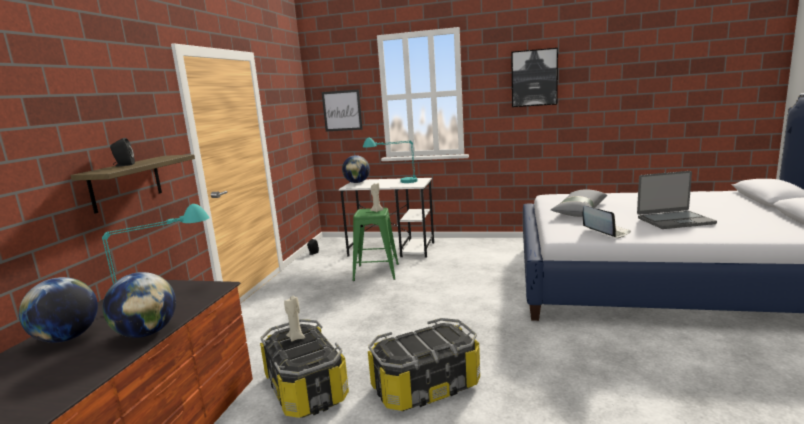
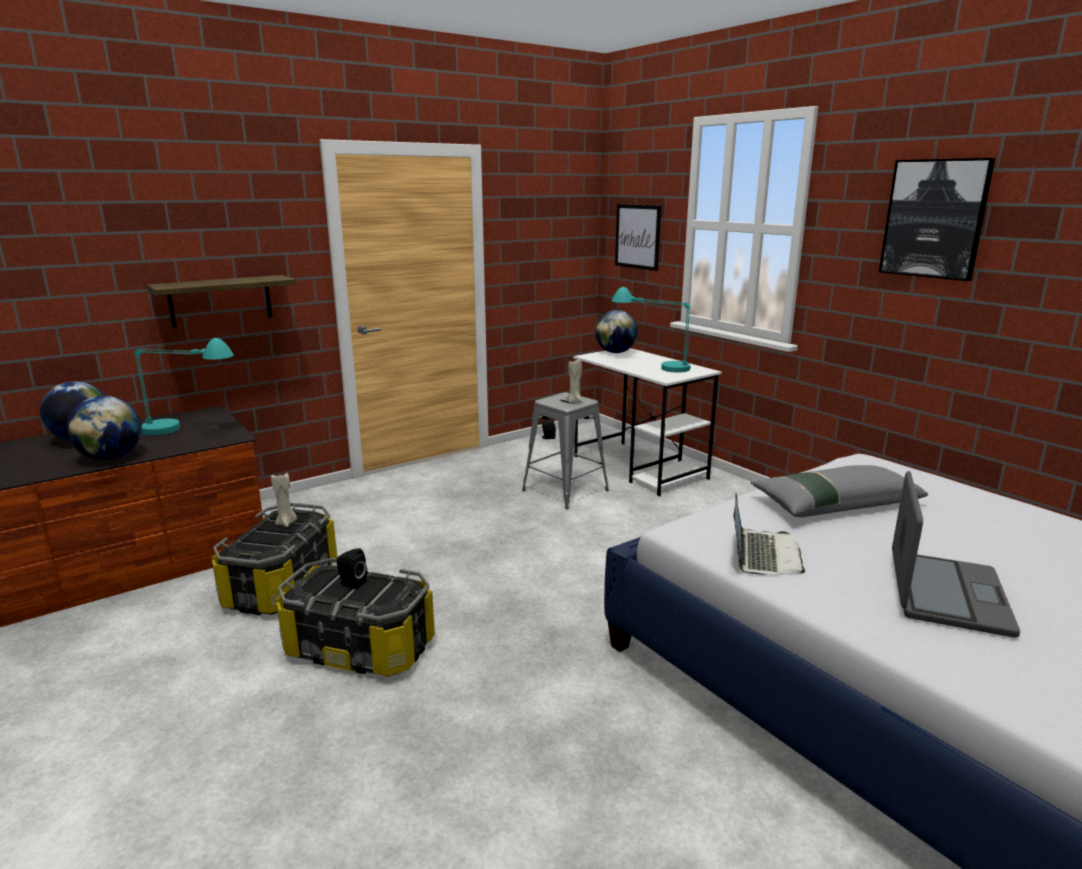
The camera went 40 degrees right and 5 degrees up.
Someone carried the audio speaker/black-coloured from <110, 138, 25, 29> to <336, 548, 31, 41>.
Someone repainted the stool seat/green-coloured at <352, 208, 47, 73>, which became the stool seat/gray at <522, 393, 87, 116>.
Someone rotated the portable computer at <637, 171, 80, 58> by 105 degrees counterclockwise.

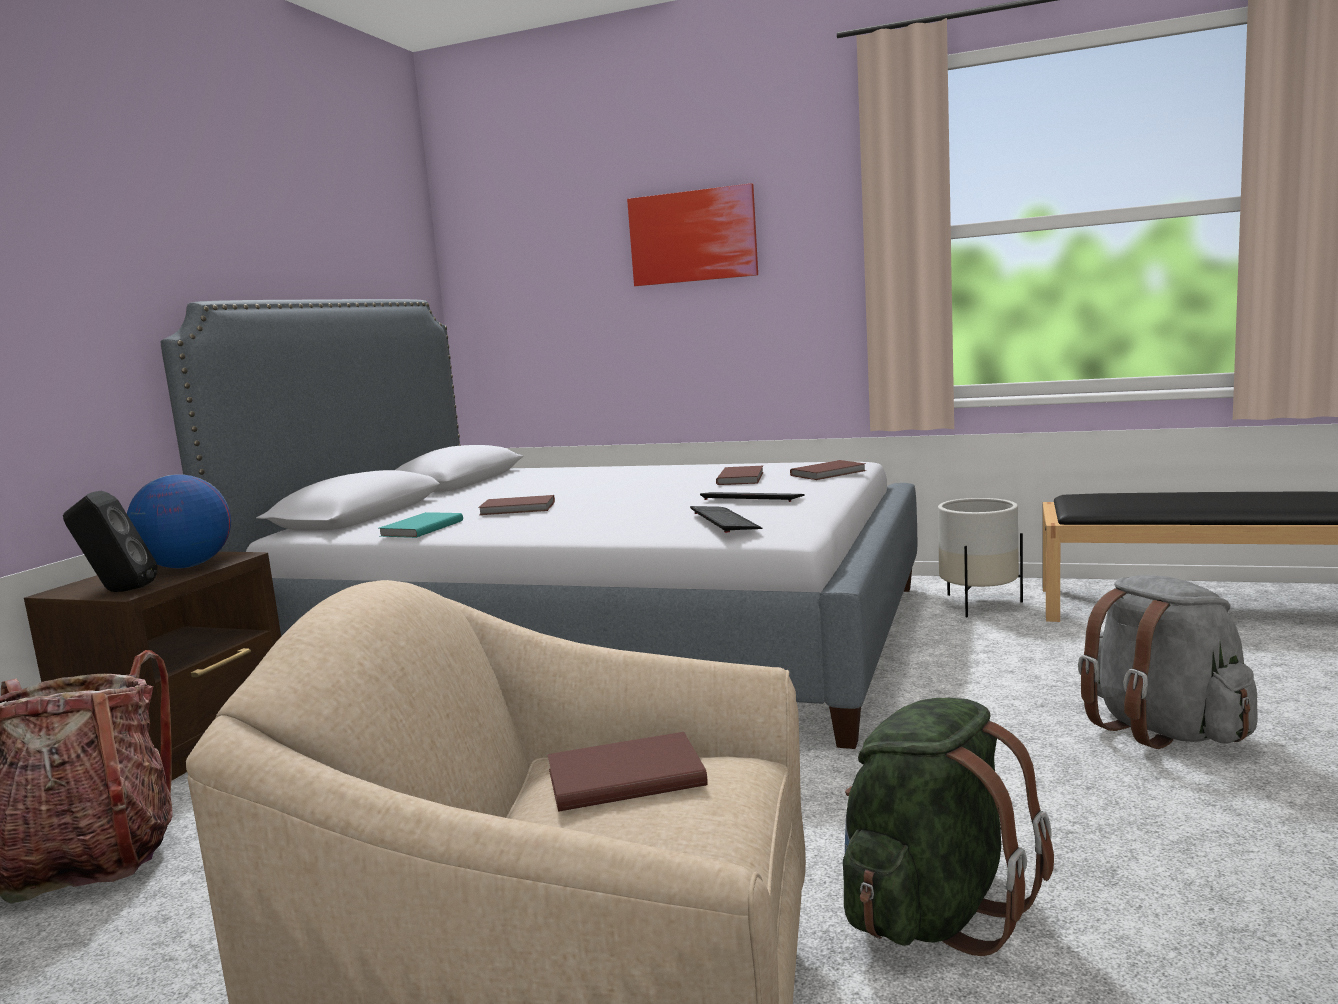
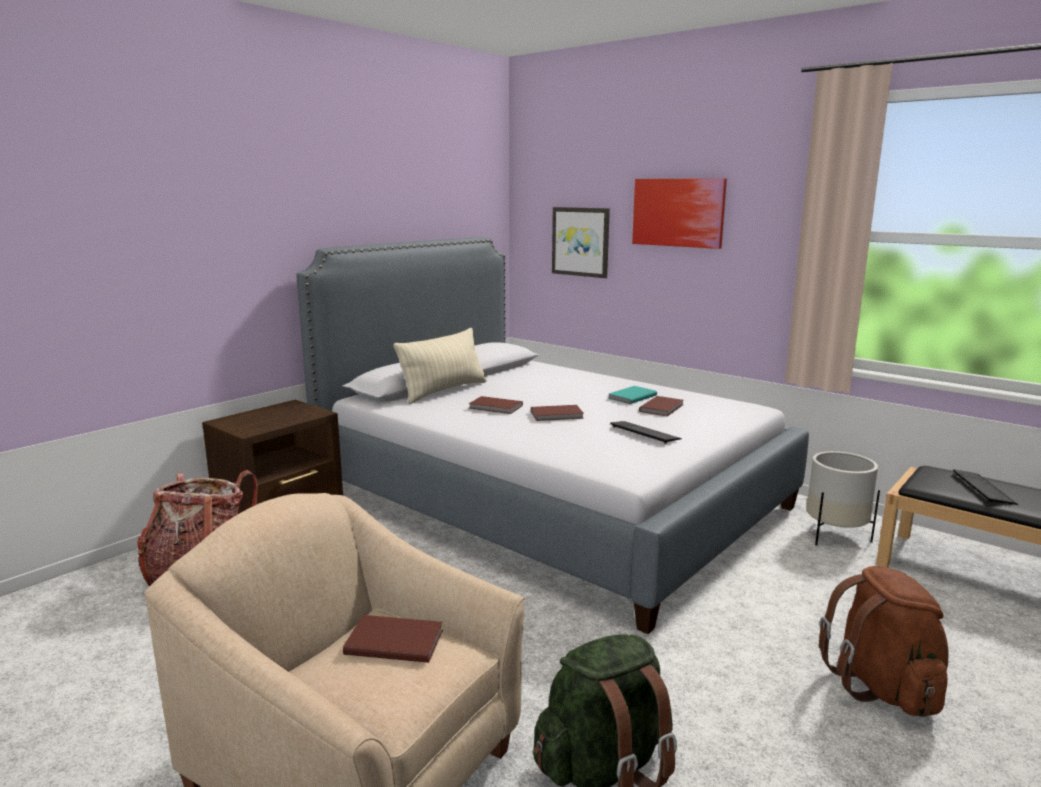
The camera went 20 degrees right and 5 degrees up.
Someone took away the audio speaker/black-coloured at <63, 491, 94, 101>.
Someone took away the world globe at <127, 474, 104, 94>.
Someone put down the cushion/sand-coloured at <393, 328, 94, 76>.
Someone put up the wall picture at <552, 207, 58, 71>.
Someone carried the book/turquoise-coloured from <379, 512, 84, 26> to <608, 386, 49, 18>.
Someone carried the computer keyboard from <690, 506, 72, 27> to <953, 469, 65, 36>.
Someone carried the book/brownish from <790, 460, 76, 20> to <531, 405, 53, 16>.
Someone repainted the backpack/gray at <1078, 575, 180, 174>, which became the backpack/brownish at <819, 566, 129, 151>.

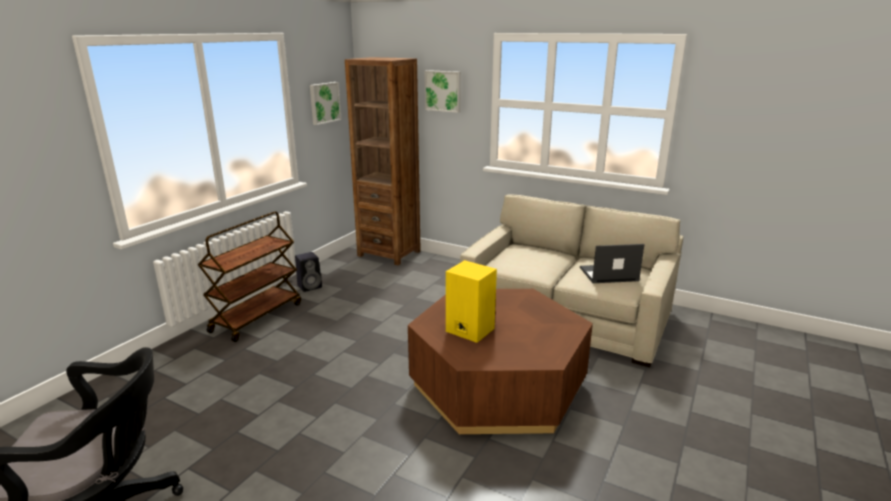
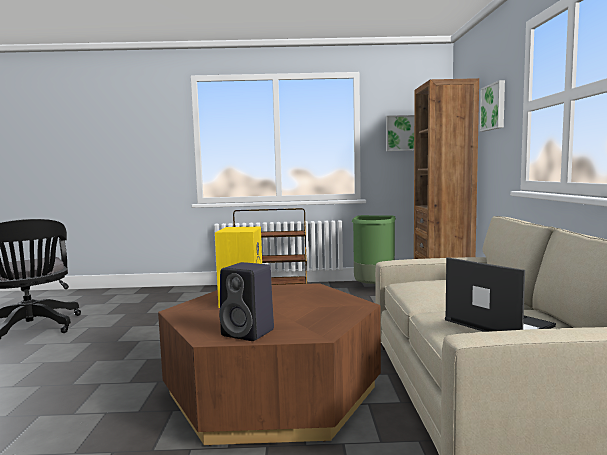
The camera went 60 degrees right and 15 degrees down.
Someone put down the rubbish bin/green-coloured at <352, 215, 44, 69>.
Someone carried the audio speaker/black-coloured from <295, 252, 27, 40> to <219, 262, 55, 79>.

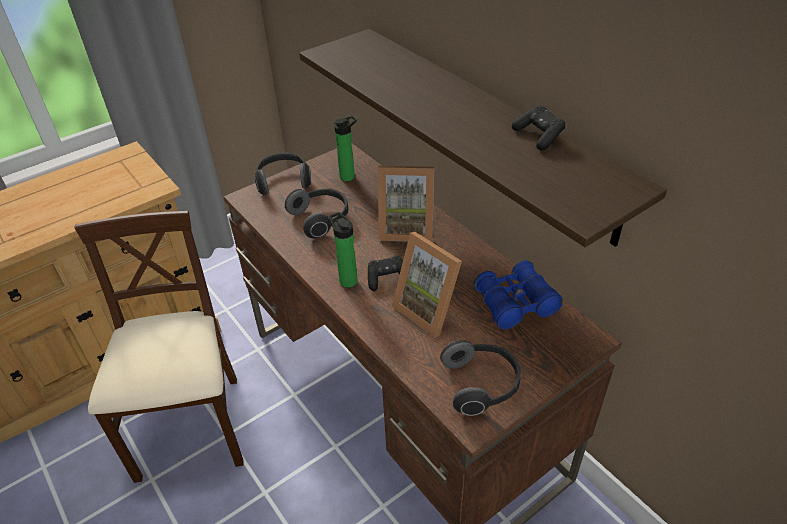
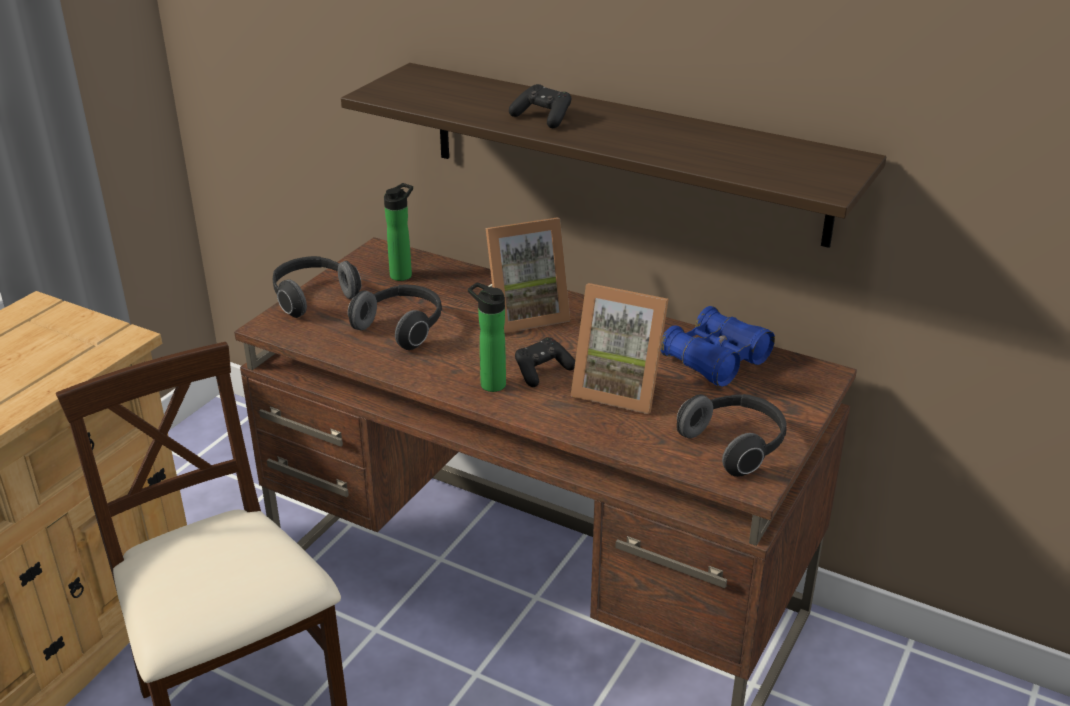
The camera went 25 degrees left and 10 degrees down.
Someone carried the game controller/black-coloured from <512, 106, 53, 44> to <509, 84, 62, 44>.

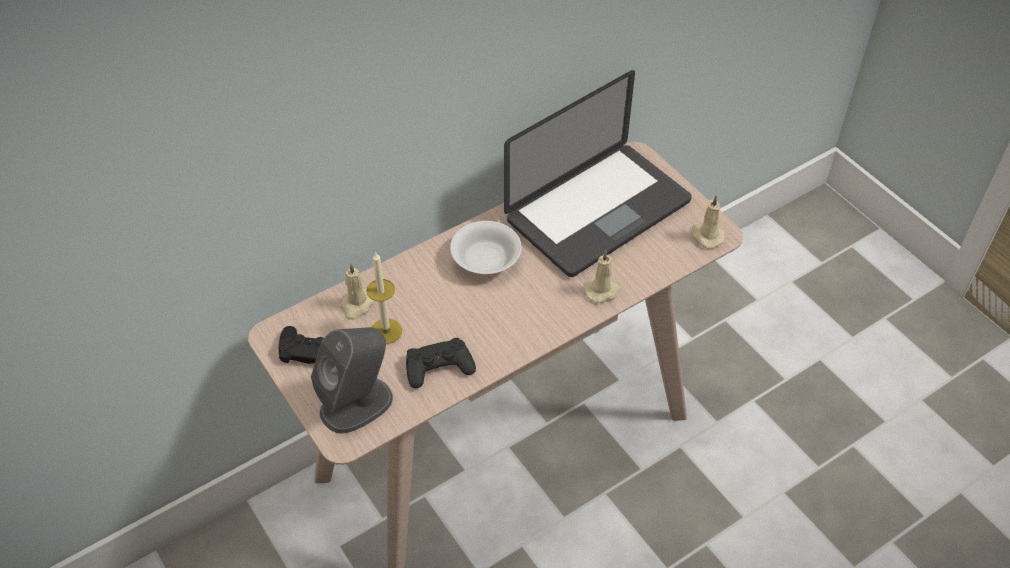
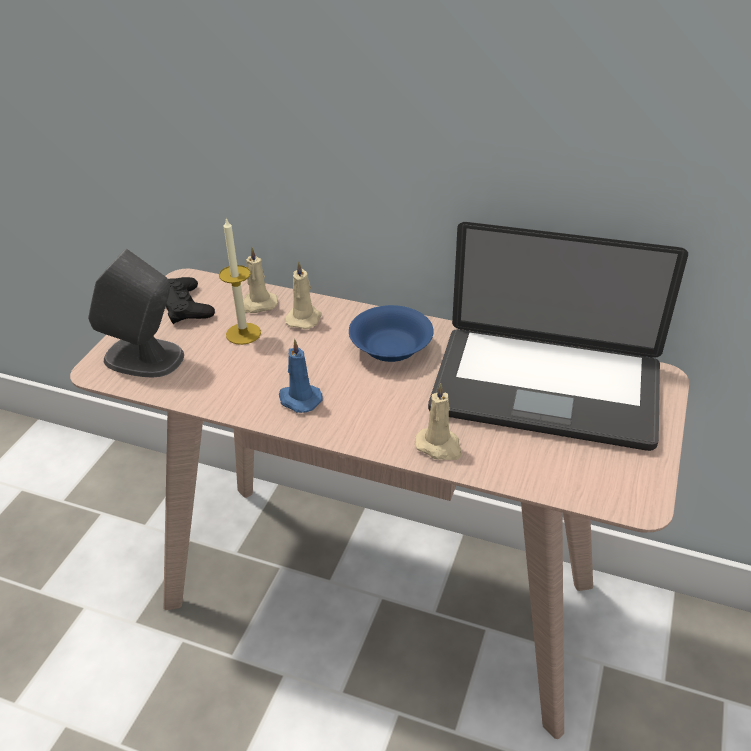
The camera went 55 degrees right and 10 degrees down.
Someone took away the game controller/black-coloured at <406, 338, 70, 50>.
Someone put down the wax light/blue-coloured at <279, 339, 44, 74>.
Someone carried the wax light/sand-coloured from <692, 196, 33, 53> to <285, 261, 36, 68>.
Someone repainted the deep dish/whitish at <450, 221, 72, 53>, which became the deep dish/blue-coloured at <349, 305, 85, 57>.

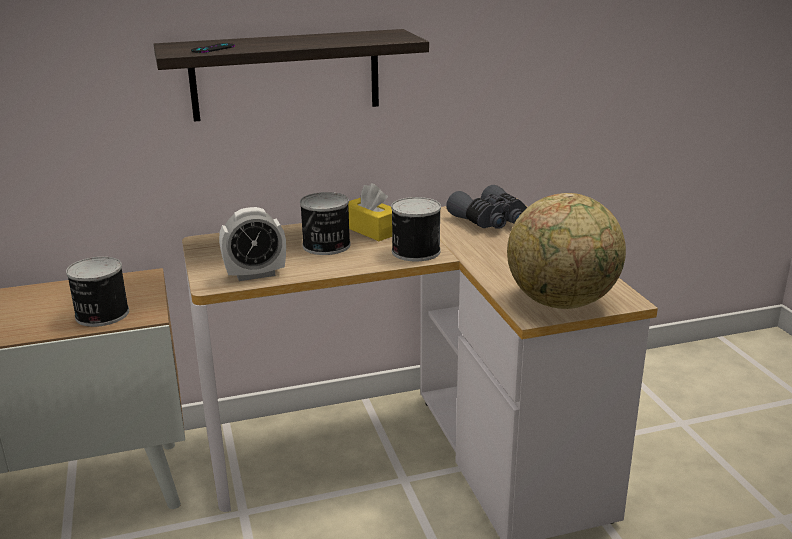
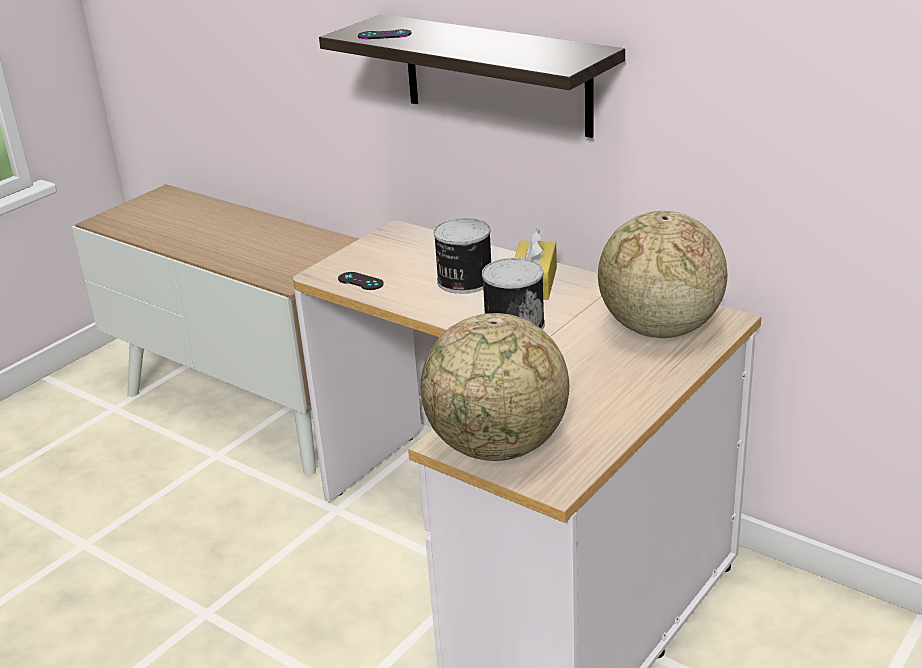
The camera went 55 degrees right and 5 degrees up.
Someone took away the can at <66, 257, 63, 70>.
Someone swapped the table clock at <219, 207, 67, 74> for the game controller/black-coloured at <338, 272, 46, 18>.
Someone swapped the pair of binoculars/gray at <446, 185, 81, 44> for the world globe at <598, 211, 129, 127>.

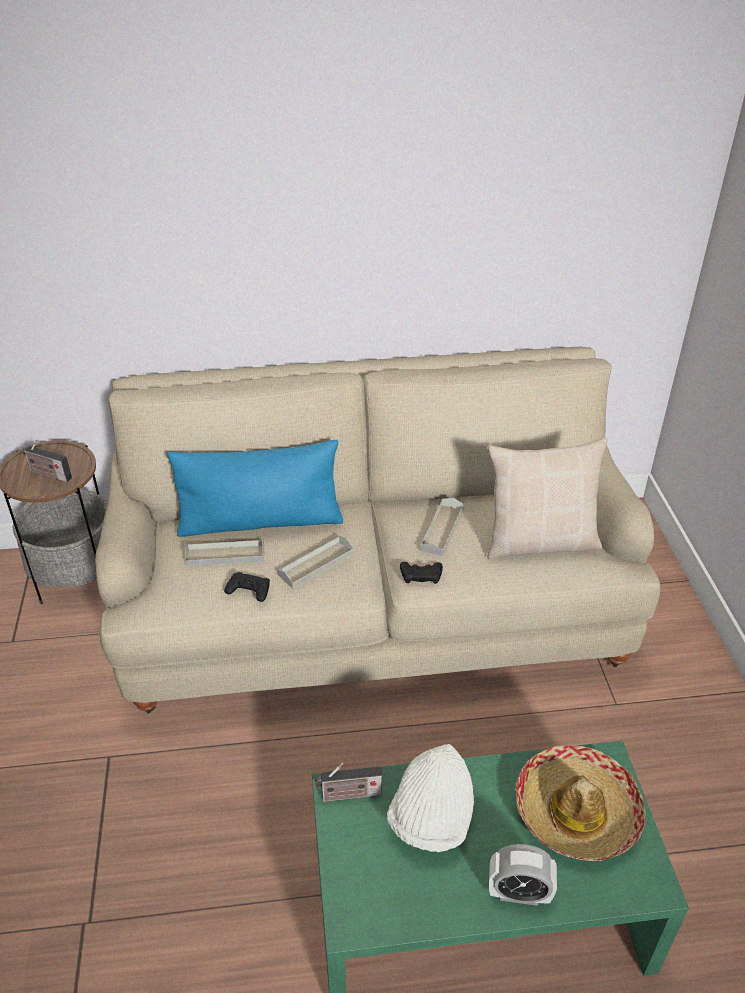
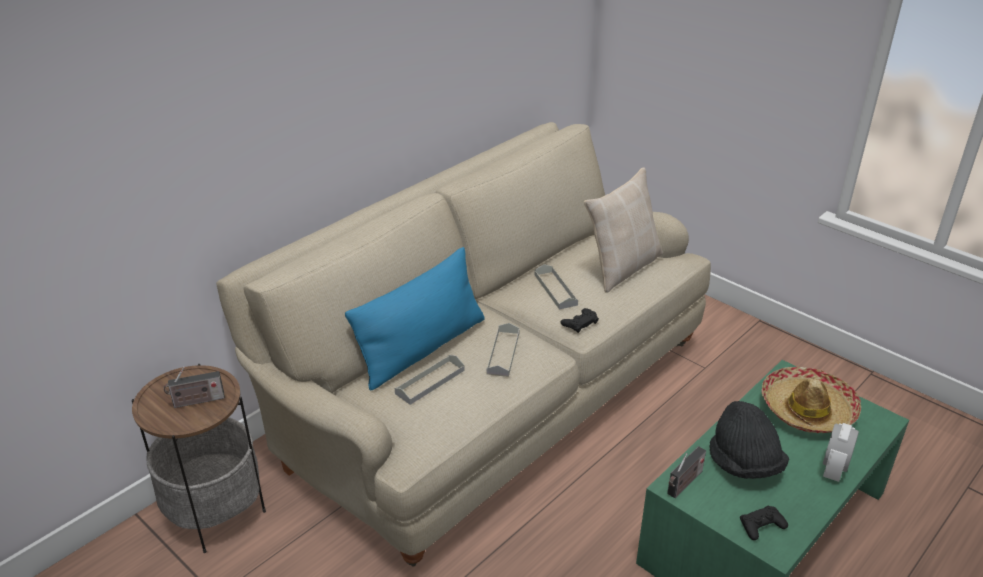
The camera went 40 degrees left and 5 degrees down.
Someone carried the game controller/black-coloured from <224, 572, 46, 30> to <740, 506, 48, 34>.
Someone repainted the wearable hat/whitish at <387, 744, 87, 108>, which became the wearable hat/black-coloured at <709, 401, 80, 78>.
Someone rotated the table clock at <489, 844, 68, 62> by 150 degrees clockwise.

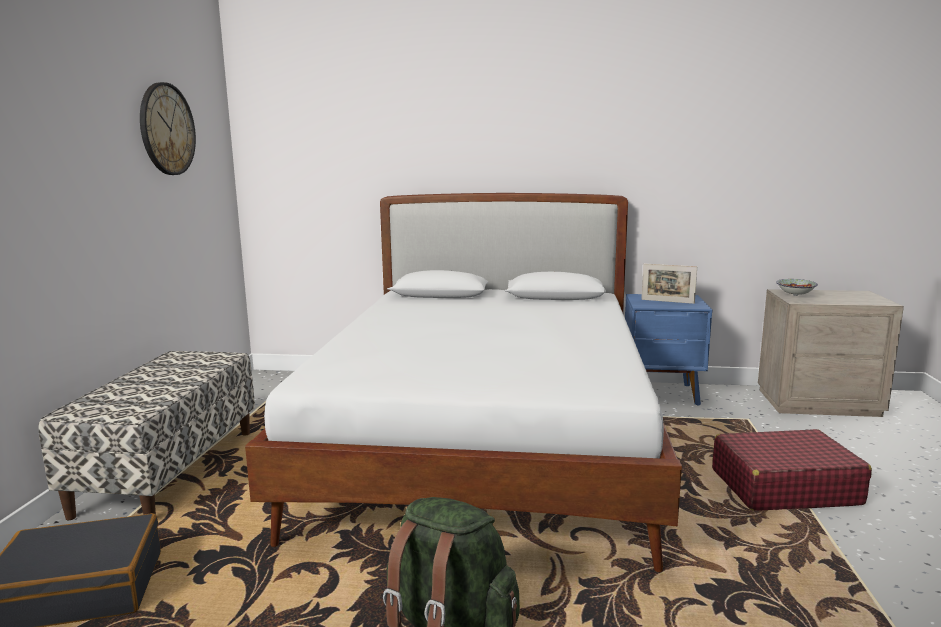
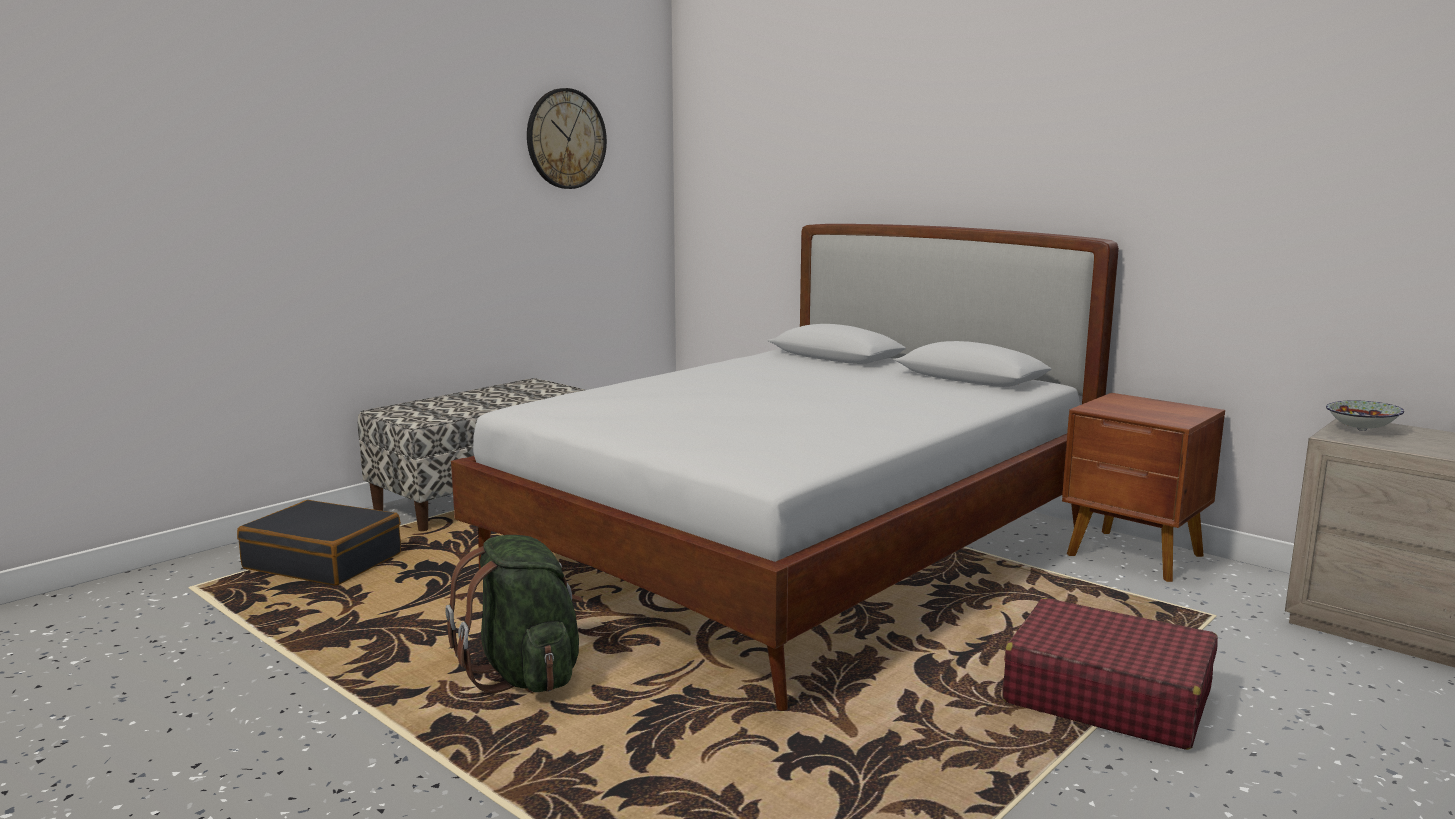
The camera went 35 degrees right and 0 degrees up.
Someone took away the standing frame at <641, 264, 56, 40>.
Someone repainted the nightstand/blue-coloured at <625, 294, 87, 112>, which became the nightstand/brownish at <1062, 393, 163, 189>.

